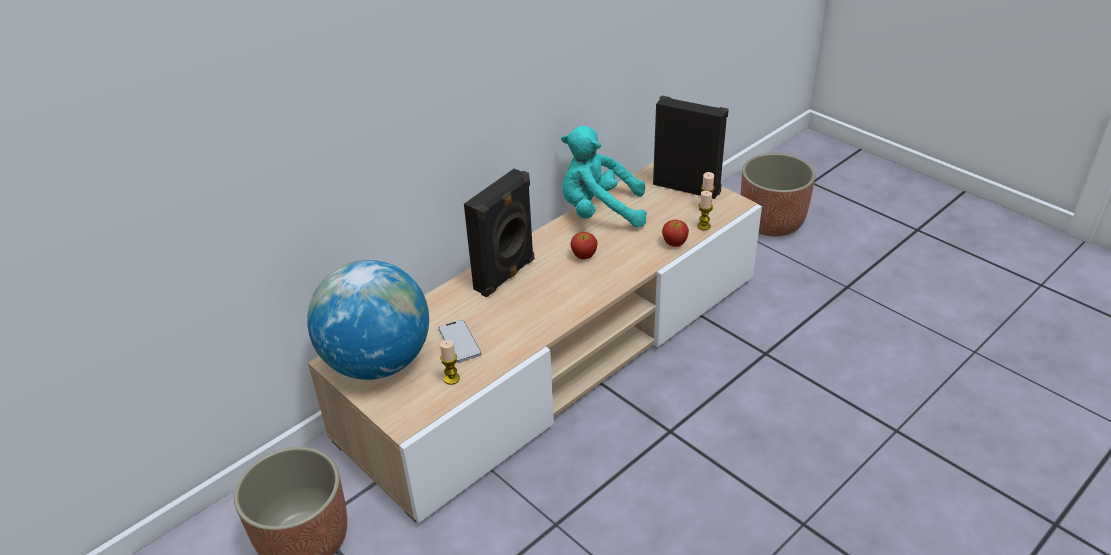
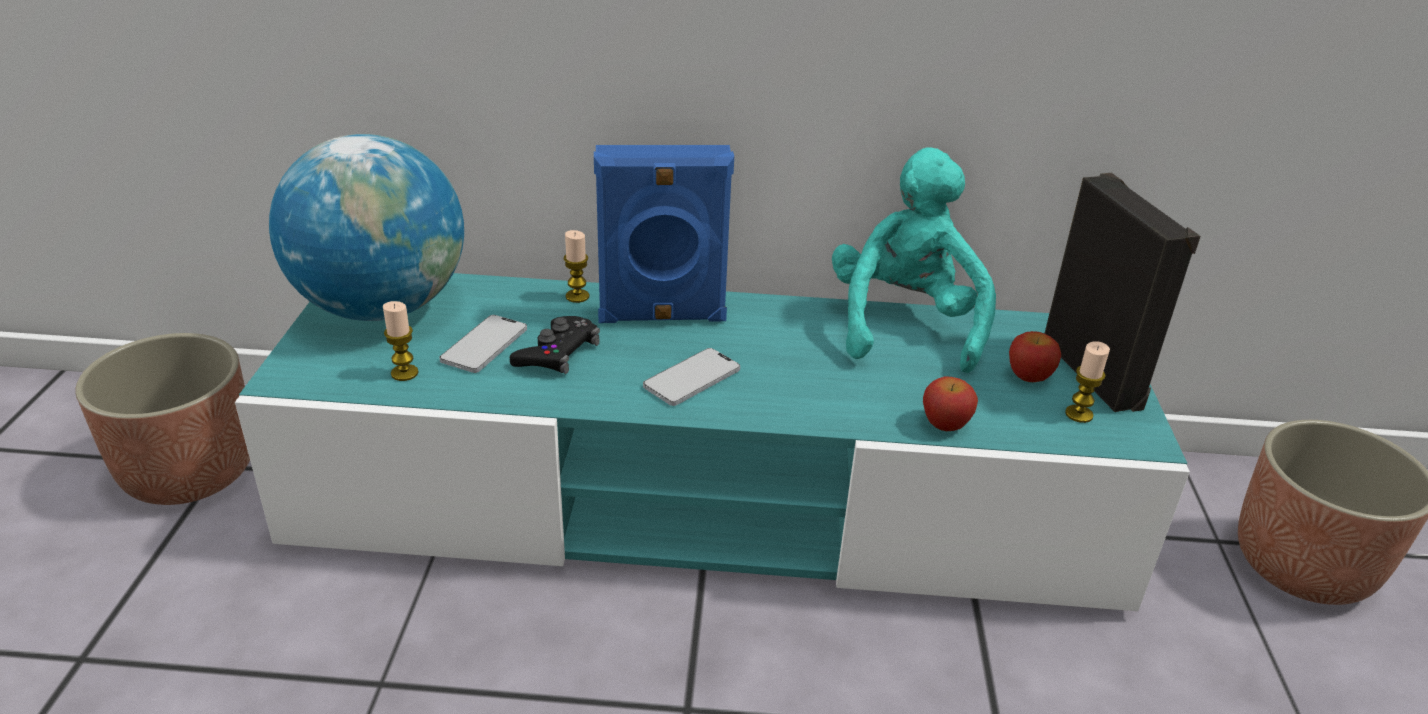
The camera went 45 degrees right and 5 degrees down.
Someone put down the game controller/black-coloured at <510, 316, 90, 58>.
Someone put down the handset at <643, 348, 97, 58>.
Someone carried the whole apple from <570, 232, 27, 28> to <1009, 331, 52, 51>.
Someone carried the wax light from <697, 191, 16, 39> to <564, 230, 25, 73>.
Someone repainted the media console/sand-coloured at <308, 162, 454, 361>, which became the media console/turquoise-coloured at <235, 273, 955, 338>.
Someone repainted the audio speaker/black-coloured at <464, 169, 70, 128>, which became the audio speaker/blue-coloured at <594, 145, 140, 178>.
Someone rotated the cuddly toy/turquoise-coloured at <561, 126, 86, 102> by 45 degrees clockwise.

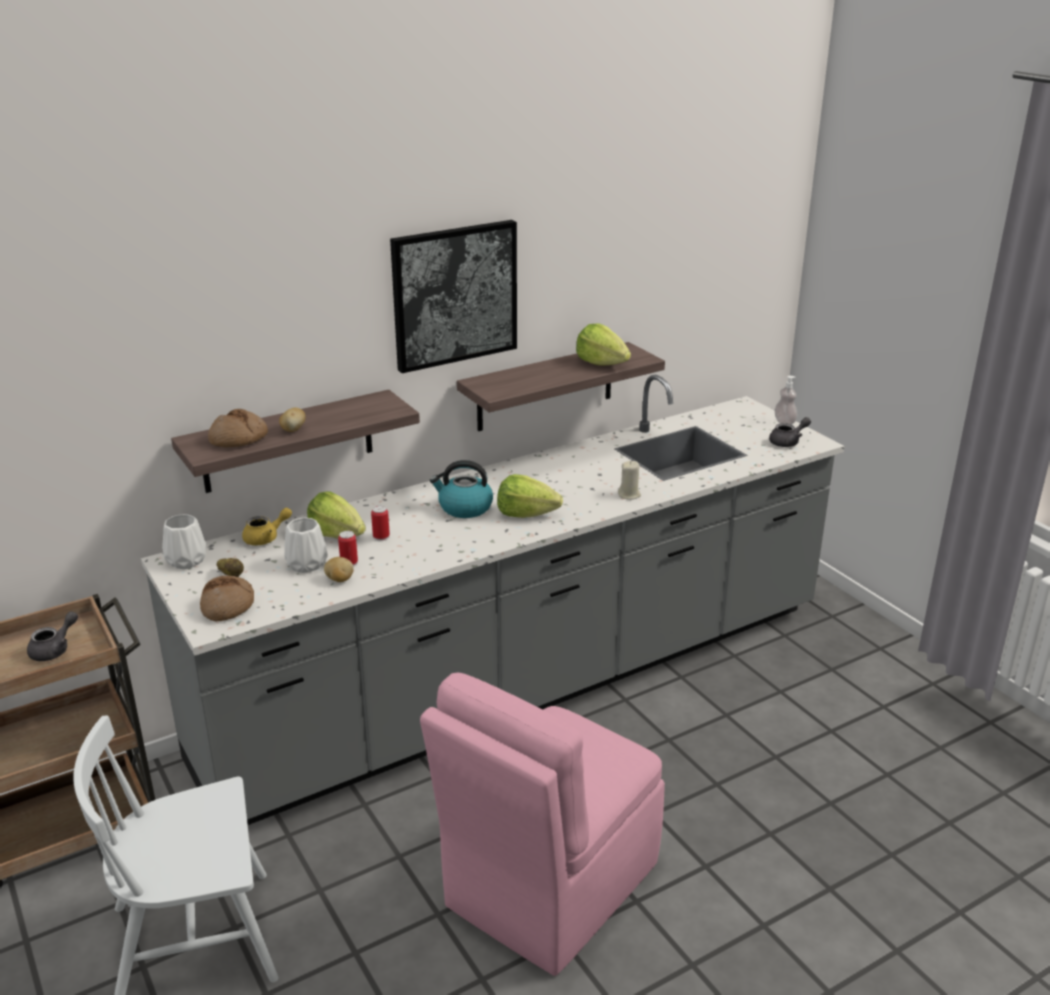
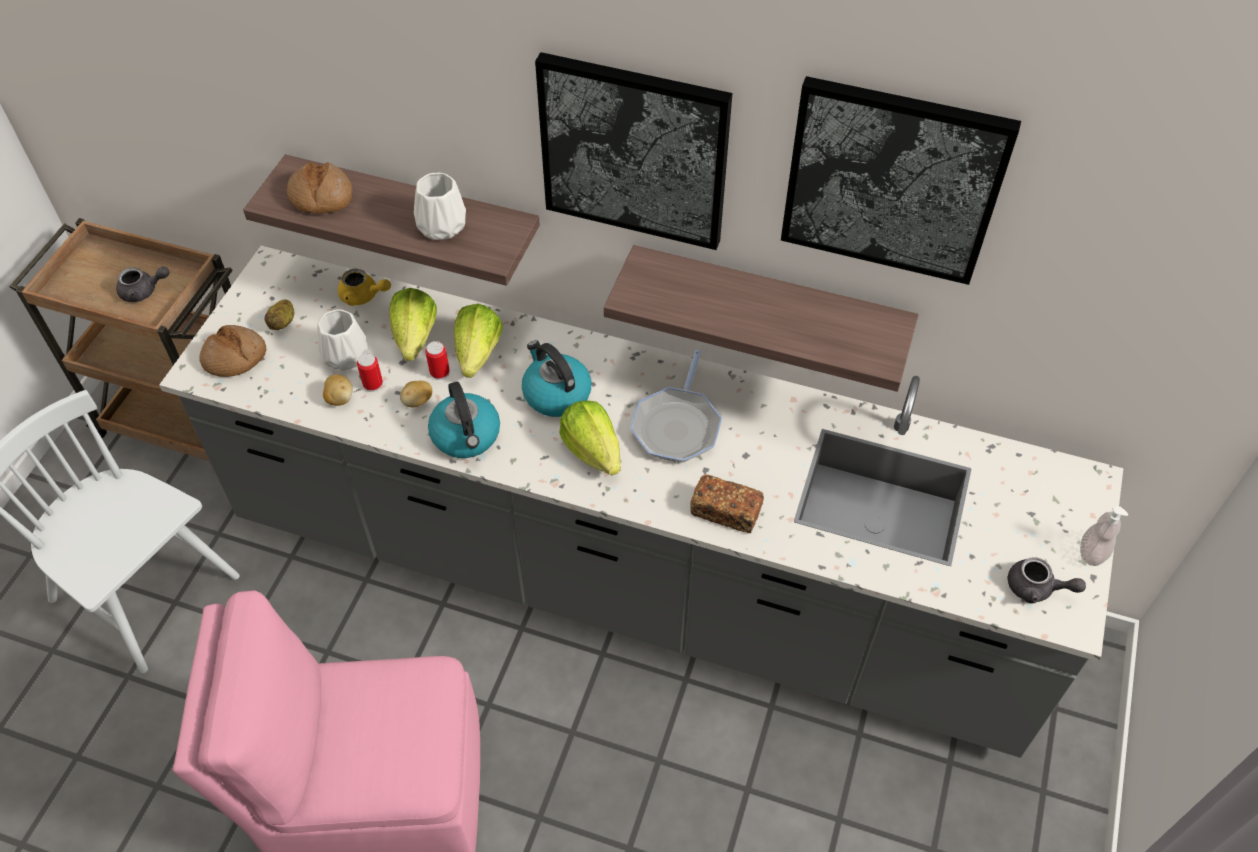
The camera went 50 degrees right and 25 degrees up.
Someone put down the tea kettle at <428, 382, 72, 76>.
Someone put down the skillet at <630, 350, 92, 113>.
Someone put up the wall picture at <781, 76, 240, 209>.
Someone carried the decorative vase/whitish from <162, 514, 44, 55> to <414, 173, 52, 67>.
Someone carried the potato from <279, 408, 27, 24> to <400, 381, 32, 26>.
Someone carried the lettuce from <576, 323, 55, 43> to <454, 304, 49, 74>.
Someone swapped the wax light/sand-coloured at <618, 461, 23, 39> for the baked bread at <690, 474, 74, 59>.

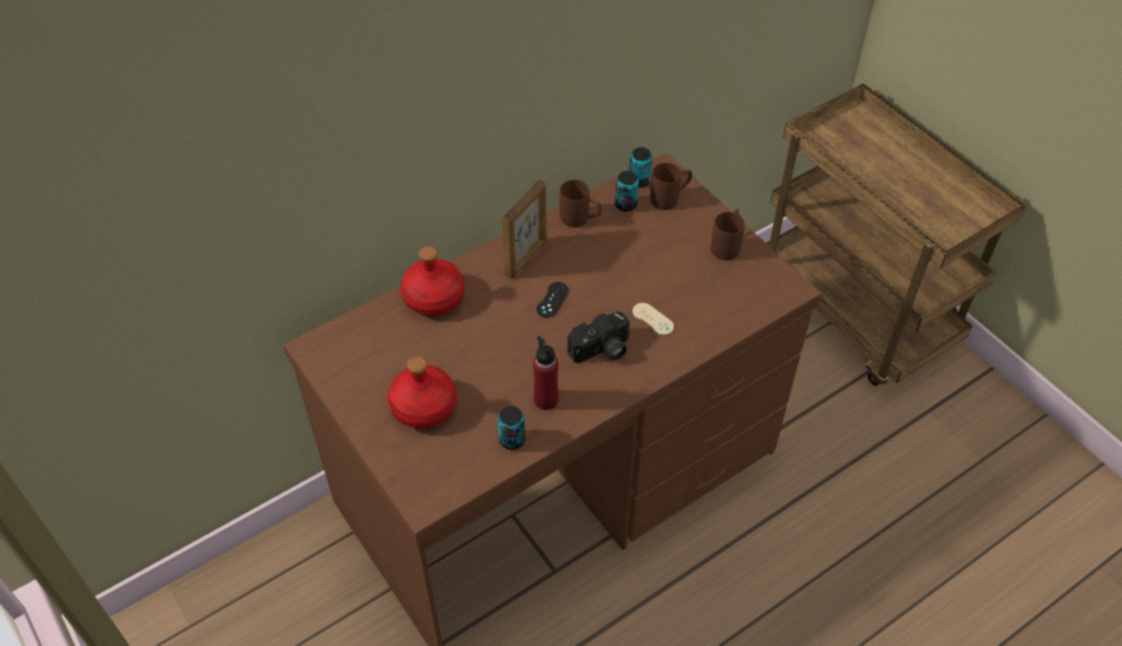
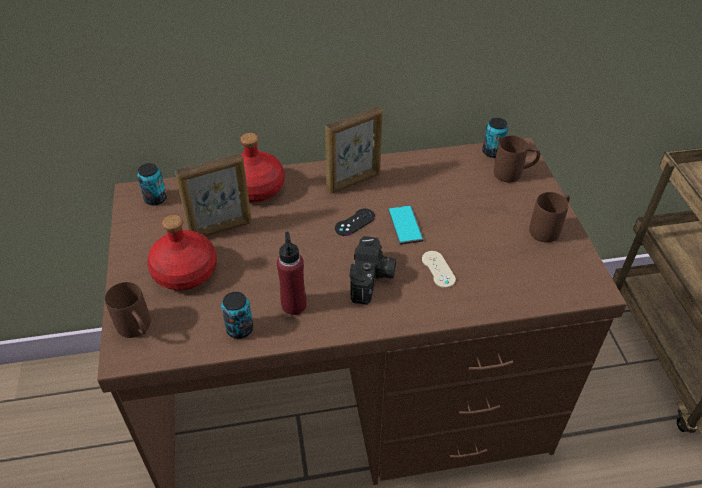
The camera went 25 degrees right and 5 degrees down.
Someone put down the standing frame at <175, 153, 77, 83>.
Someone put down the handset at <388, 205, 36, 40>.
Someone carried the coffee mug/brownish from <560, 180, 42, 47> to <105, 282, 46, 56>.
Someone carried the can from <615, 171, 24, 41> to <137, 163, 30, 42>.
Someone rotated the photo camera at <567, 311, 63, 52> by 75 degrees counterclockwise.

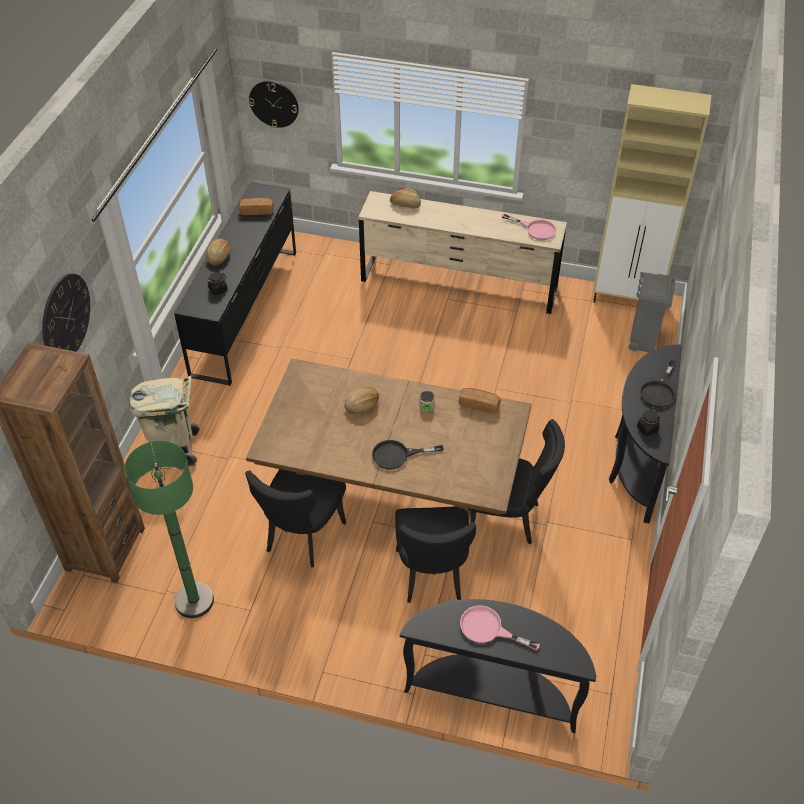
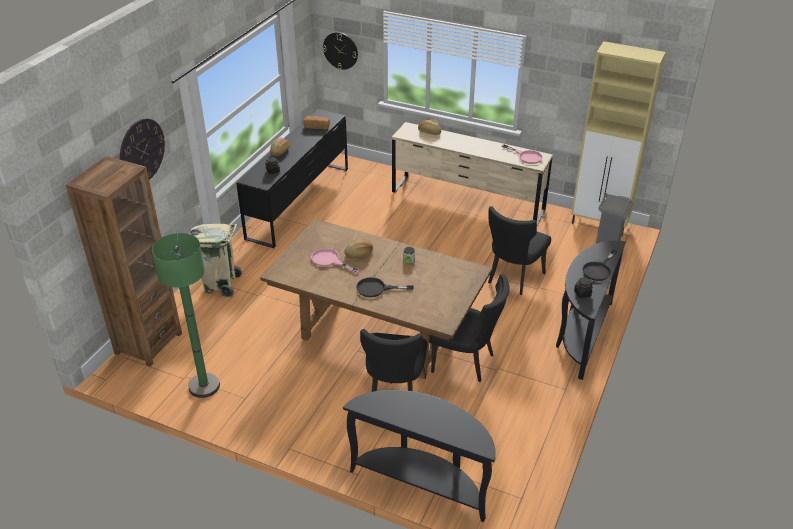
The camera went 10 degrees right and 10 degrees down.
Someone took away the baked bread at <459, 388, 42, 25>.
Someone carried the plain chair/black-coloured from <245, 469, 101, 98> to <488, 206, 63, 89>.
Someone carried the skillet/pinkish from <460, 605, 80, 45> to <311, 248, 48, 25>.

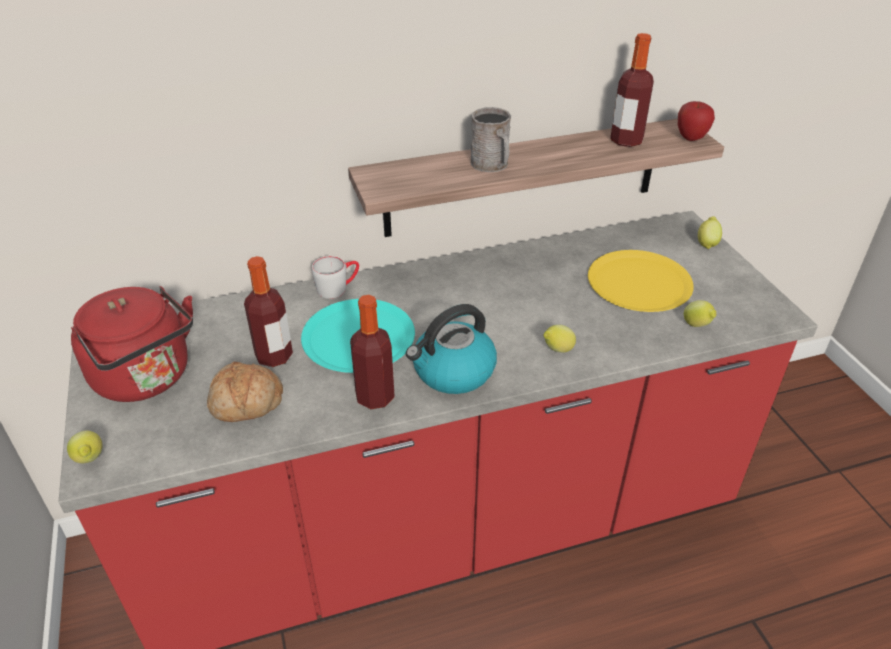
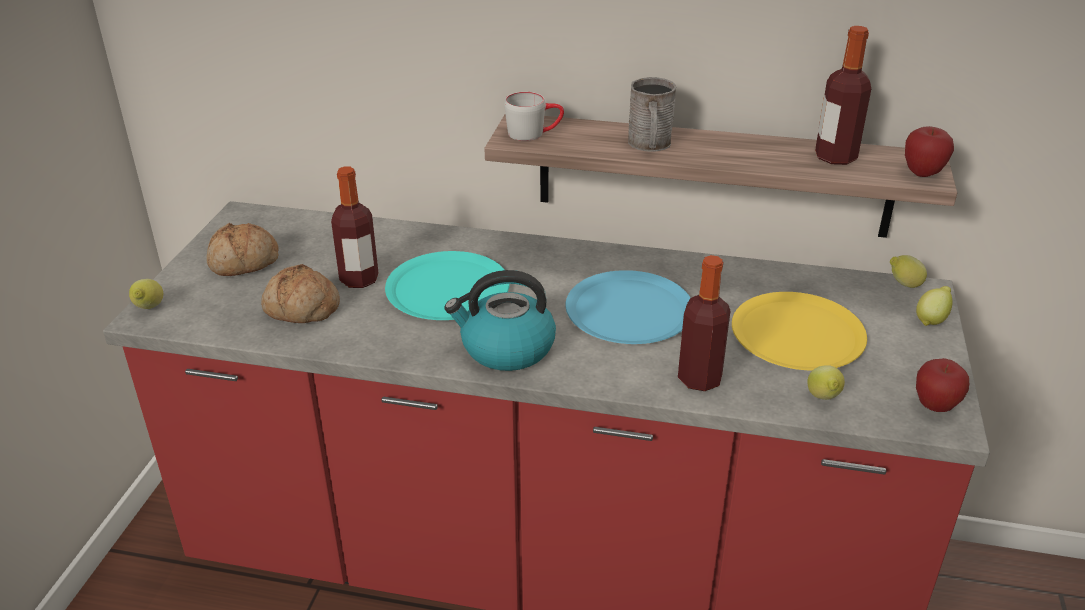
The camera went 30 degrees right and 5 degrees down.
Someone put down the flat dish/blue-coloured at <565, 270, 125, 74>.
Someone put down the whole apple at <916, 358, 53, 54>.
Someone carried the coffee mug/gray from <312, 256, 47, 43> to <504, 92, 60, 49>.
Someone carried the beverage bottle from <350, 295, 45, 114> to <678, 255, 52, 136>.
Someone carried the citrus fruit from <544, 325, 32, 28> to <890, 255, 37, 33>.
Someone swapped the tea kettle/red at <71, 286, 122, 116> for the baked bread at <206, 223, 73, 53>.

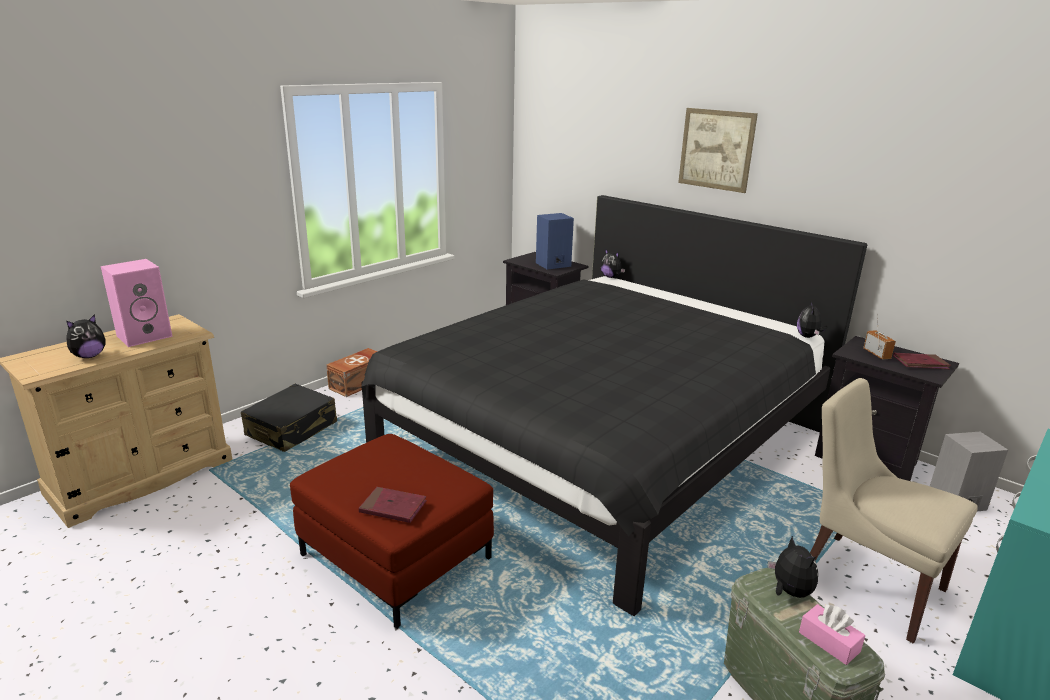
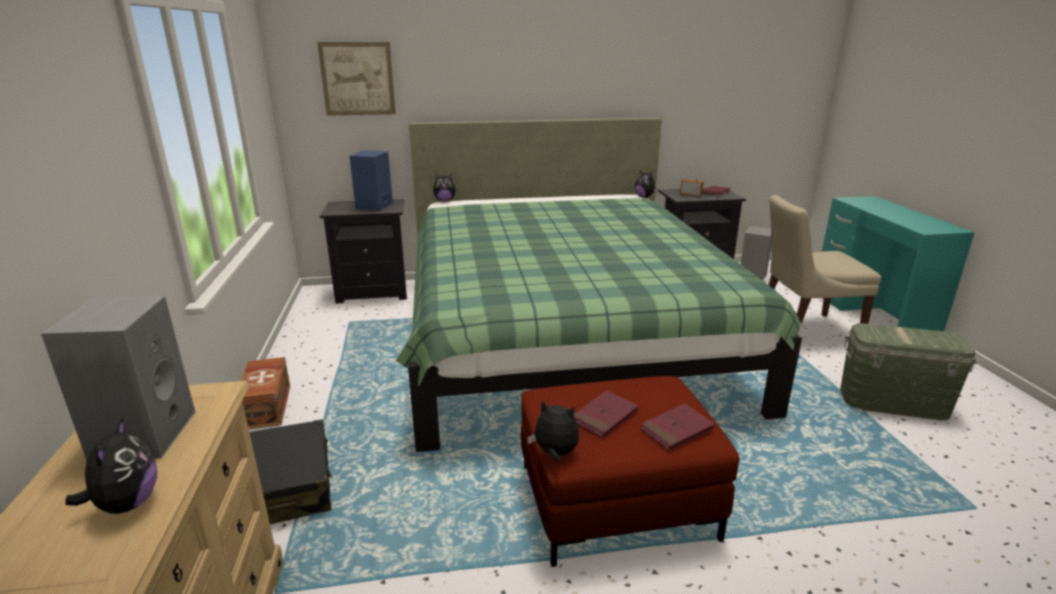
The camera went 50 degrees left and 0 degrees up.
Someone took away the box of tissues/pinkish at <799, 604, 66, 61>.
Someone put down the book/red at <573, 390, 66, 48>.
Someone carried the wall picture from <678, 108, 80, 85> to <317, 42, 79, 74>.
Someone carried the cuddly toy from <767, 536, 51, 62> to <527, 401, 52, 61>.
Someone repainted the audio speaker/pinkish at <101, 259, 72, 88>, which became the audio speaker/gray at <41, 296, 154, 164>.
Someone repainted the bed/black-coloured at <361, 195, 507, 421>, which became the bed/green-coloured at <396, 118, 406, 334>.

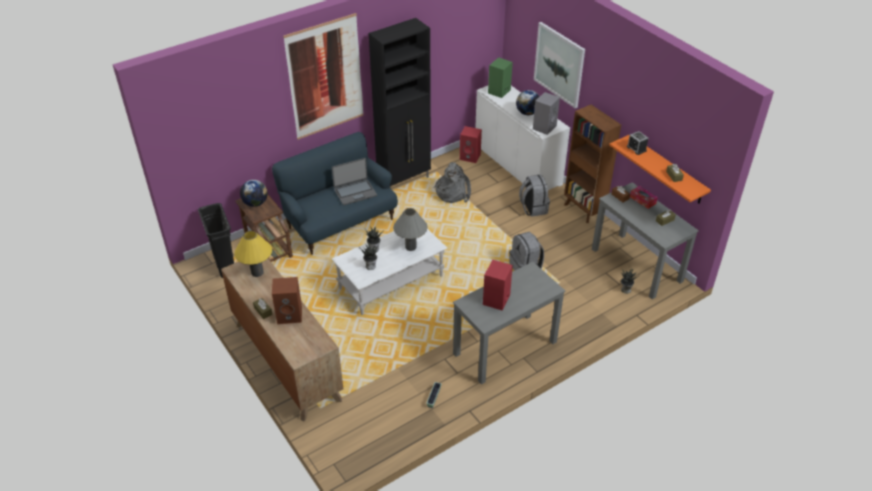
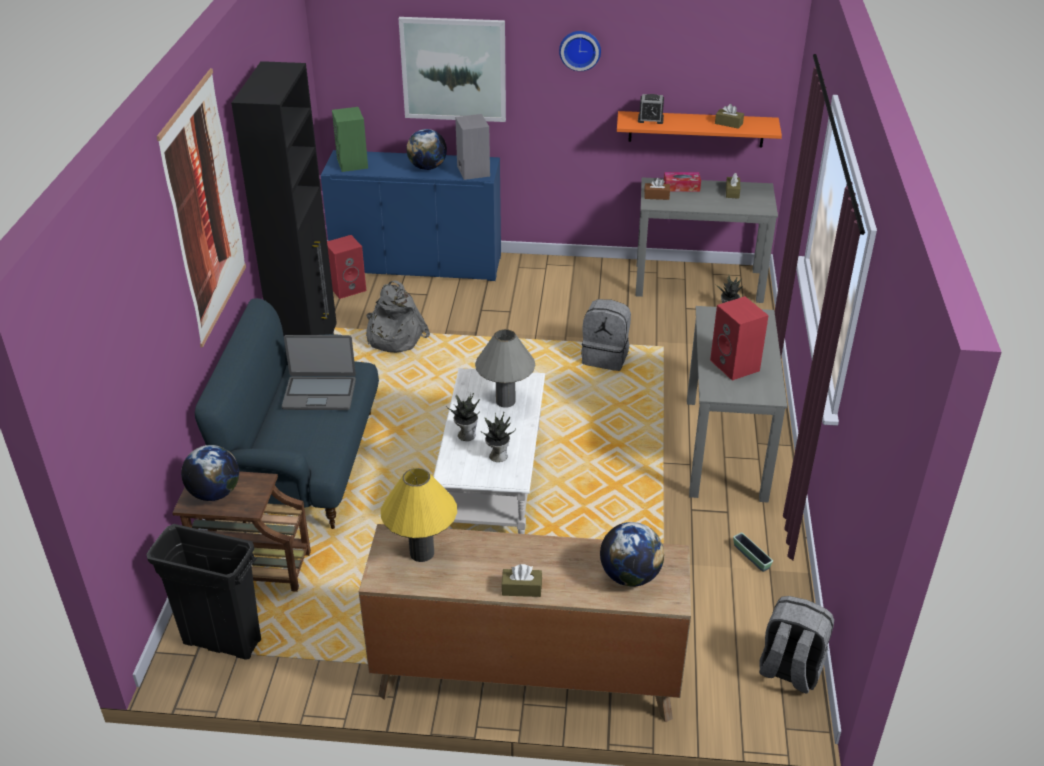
The camera went 50 degrees left and 5 degrees down.
Someone took away the audio speaker/brownish at <272, 277, 30, 47>.
Someone took away the shelving unit/brownish at <564, 105, 57, 118>.
Someone put up the hanging clock at <559, 31, 42, 40>.
Someone put down the world globe at <600, 522, 64, 65>.
Someone carried the backpack/gray from <519, 175, 31, 42> to <759, 596, 75, 97>.
Someone repainted the cupboard/whitish at <475, 86, 95, 104>, which became the cupboard/blue-coloured at <321, 150, 180, 131>.
Someone rotated the portable computer at <332, 158, 45, 47> by 75 degrees clockwise.

